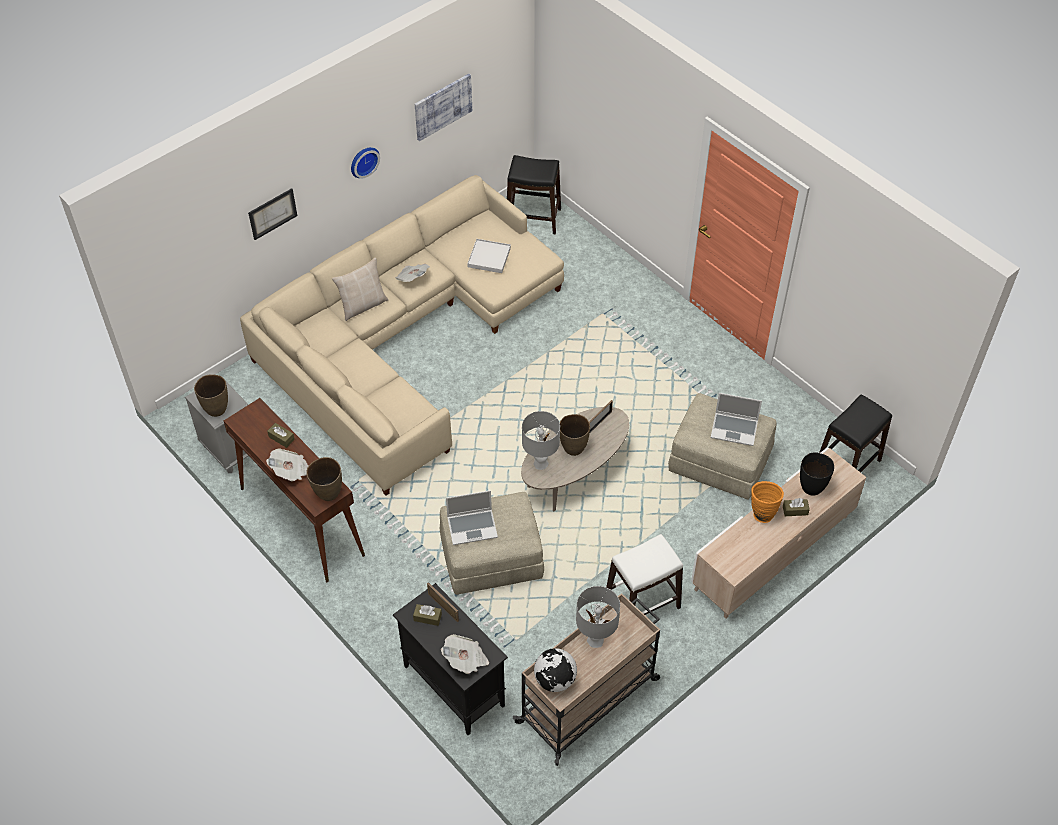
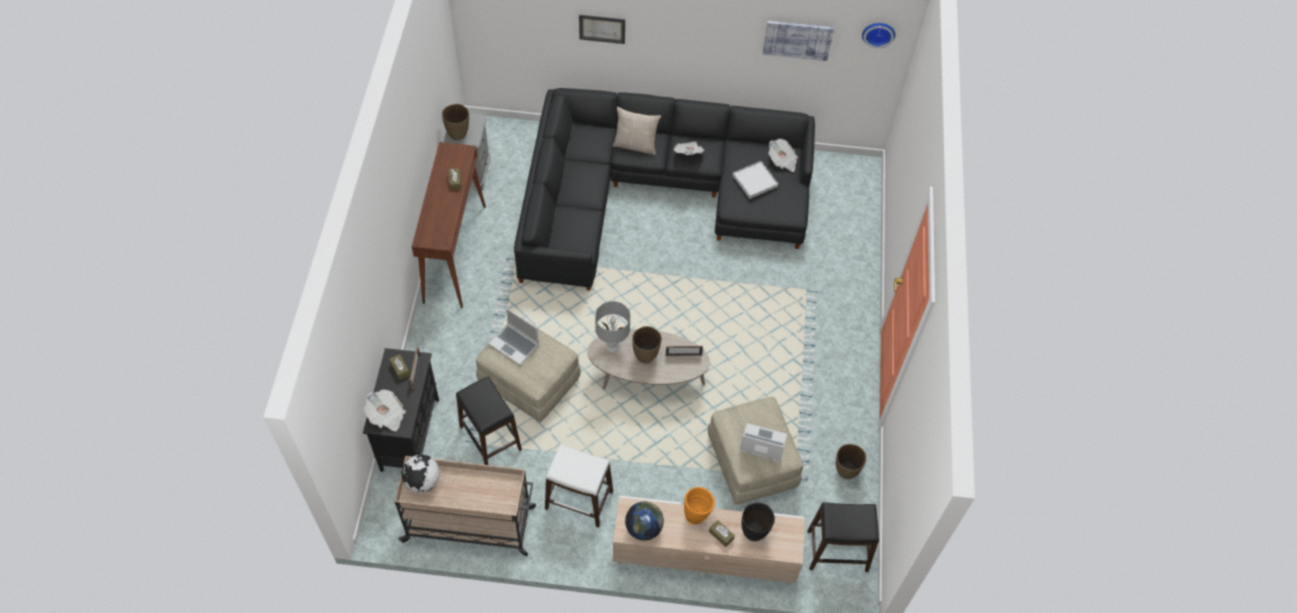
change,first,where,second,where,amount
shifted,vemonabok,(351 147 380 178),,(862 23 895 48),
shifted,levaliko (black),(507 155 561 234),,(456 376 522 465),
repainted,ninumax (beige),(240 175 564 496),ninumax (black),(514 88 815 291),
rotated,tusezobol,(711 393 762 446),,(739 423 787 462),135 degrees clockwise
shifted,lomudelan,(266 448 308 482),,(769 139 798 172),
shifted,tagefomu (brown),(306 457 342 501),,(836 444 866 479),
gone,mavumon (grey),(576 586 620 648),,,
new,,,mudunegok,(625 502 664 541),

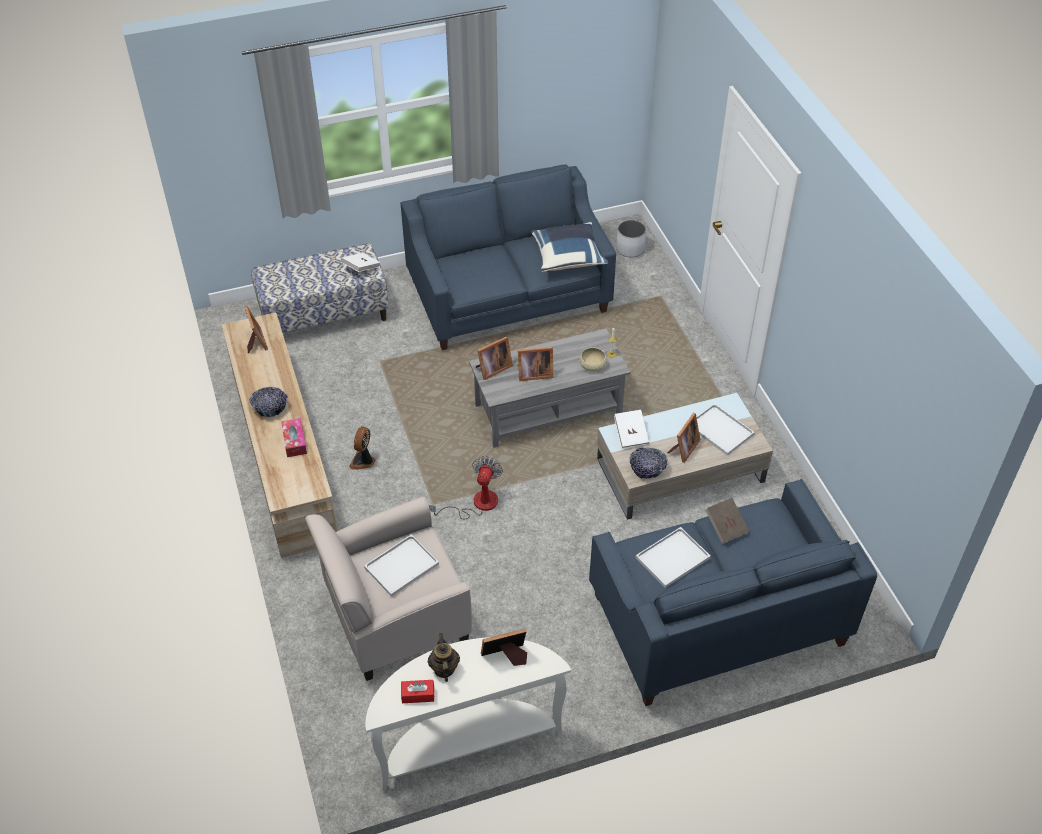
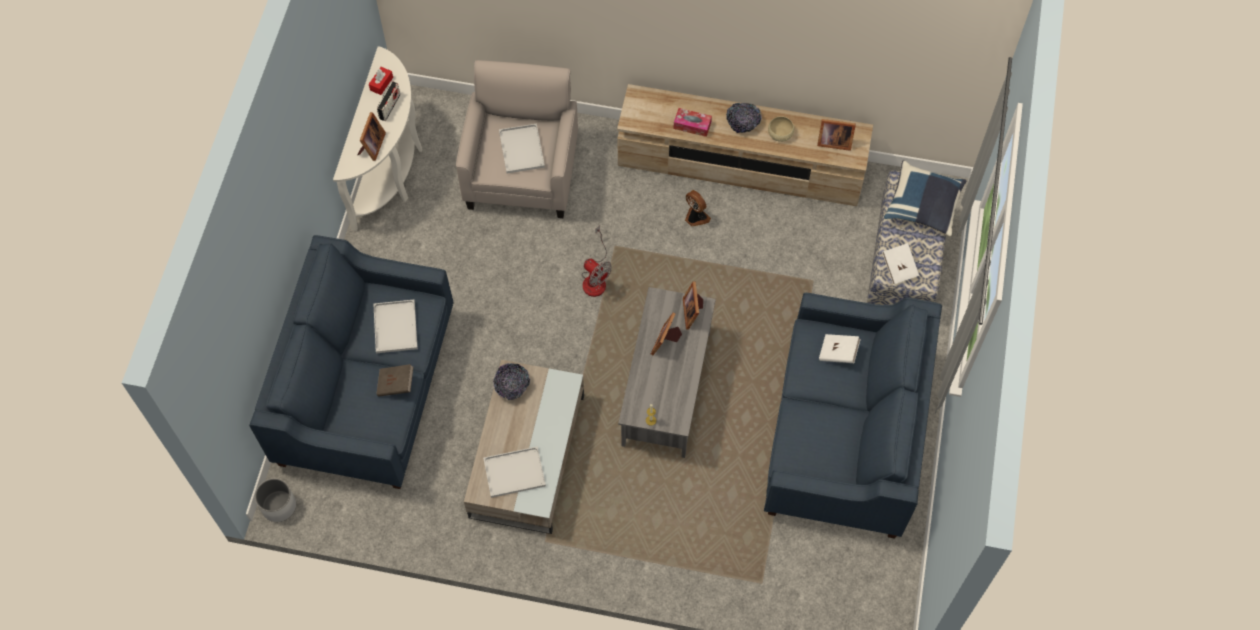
change,first,where,second,where,amount
shifted,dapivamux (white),(616 220 646 257),,(255 478 296 522),
shifted,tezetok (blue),(531 222 608 272),,(884 160 966 236),
shifted,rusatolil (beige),(580 347 607 372),,(768 116 794 142),
shifted,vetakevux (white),(614 410 649 448),,(819 334 861 363),
gone,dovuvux,(668 413 700 463),,,
swapped,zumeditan,(428 633 460 682),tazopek,(377 81 400 121),

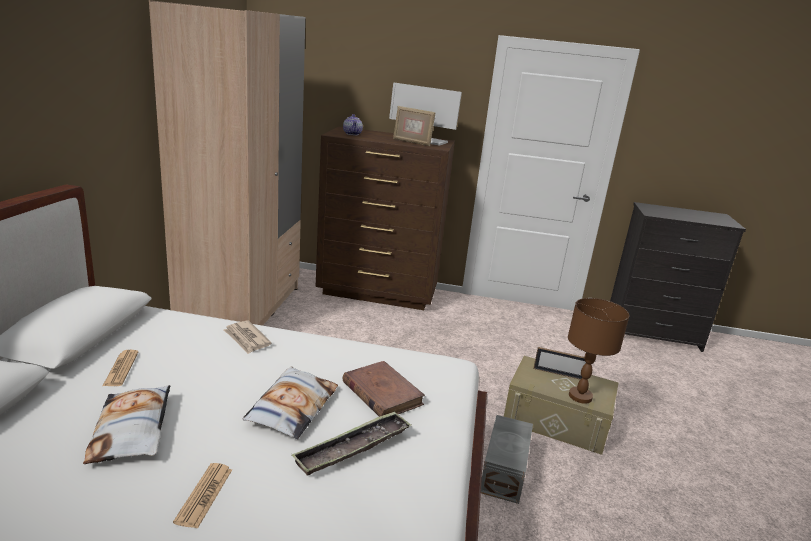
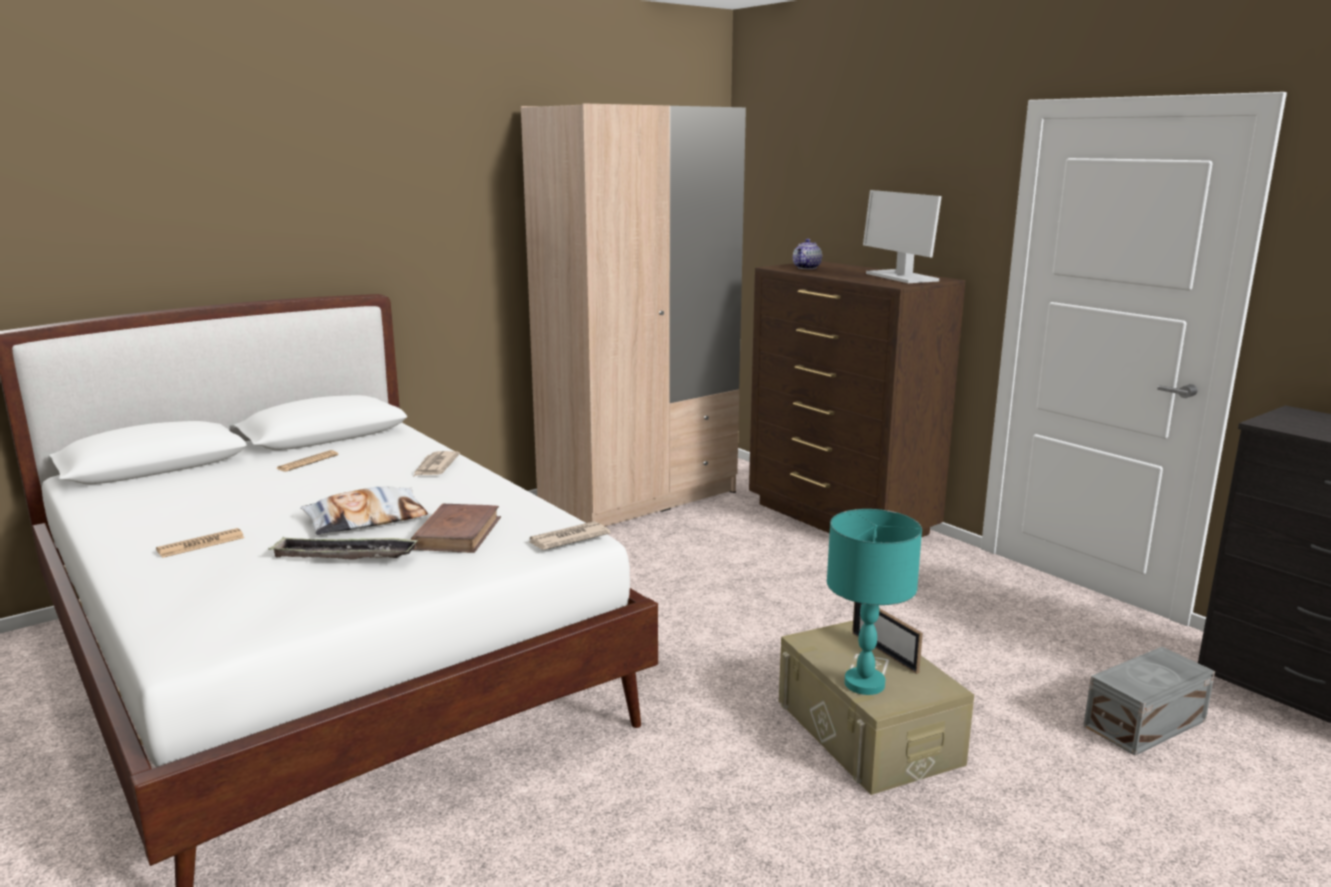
change,first,where,second,where,amount
gone,dovuvux,(393 106 435 146),,,
repainted,mavumon (brown),(568 298 630 404),mavumon (turquoise),(827 509 922 695),
gone,tezetok,(83 385 170 464),,,
shifted,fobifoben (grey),(481 415 533 504),,(1084 647 1215 756),
new,,,lomudelan,(529 521 611 550),

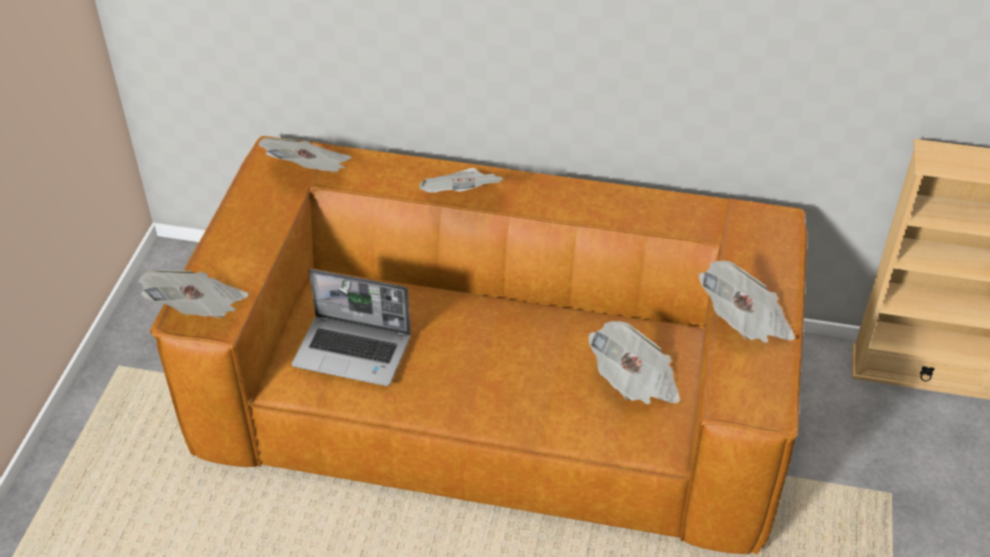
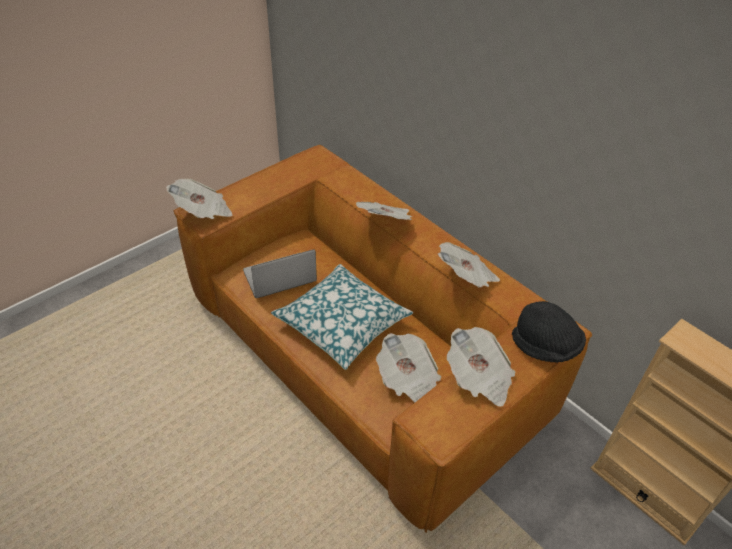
change,first,where,second,where,amount
shifted,lomudelan,(259 138 351 172),,(438 242 500 288),
rotated,tusezobol,(292 269 411 386),,(243 249 317 298),105 degrees clockwise
new,,,tezetok,(271 264 413 370),
new,,,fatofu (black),(512 301 586 363),

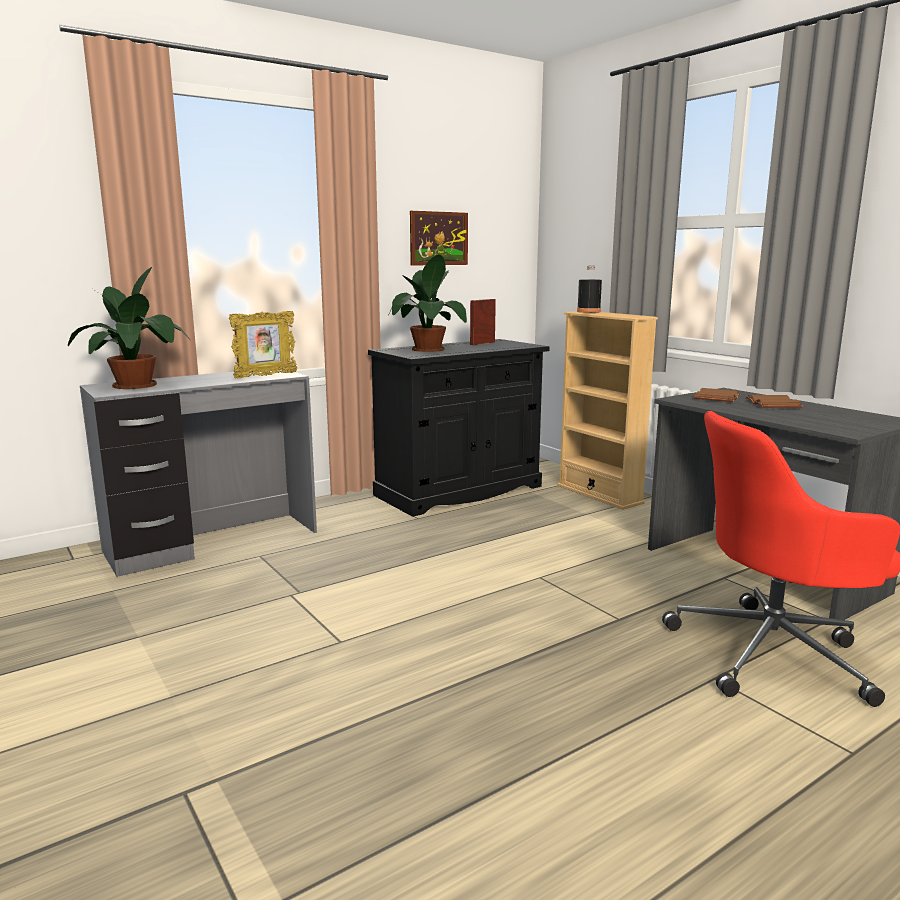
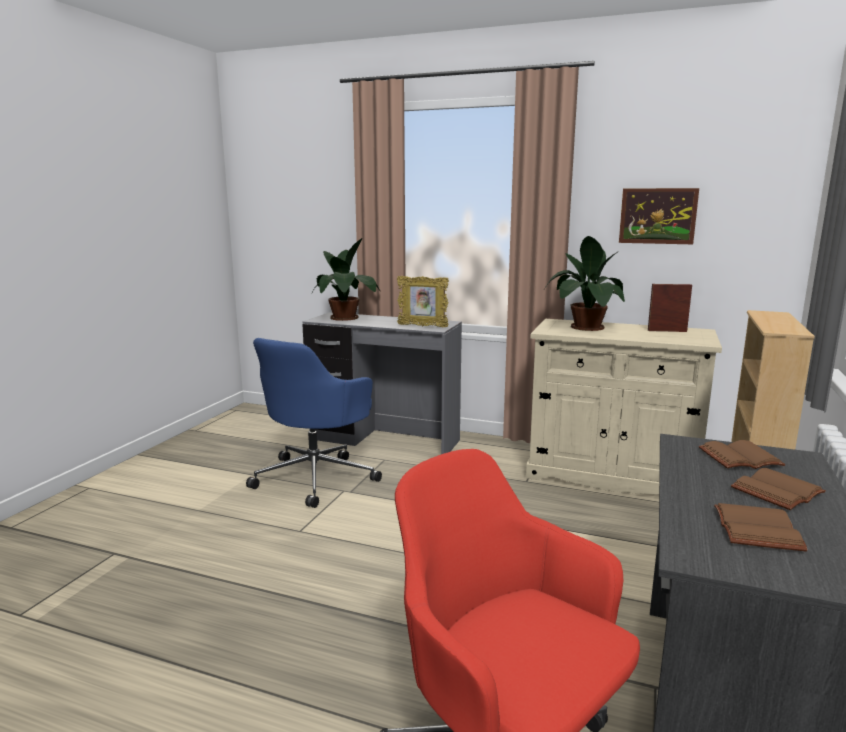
change,first,where,second,where,amount
gone,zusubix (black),(577 266 602 313),,,
repainted,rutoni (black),(368 339 550 517),rutoni (beige),(526 319 722 494),
new,,,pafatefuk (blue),(246 338 382 508),
new,,,vetakevux (brown),(714 503 808 552),

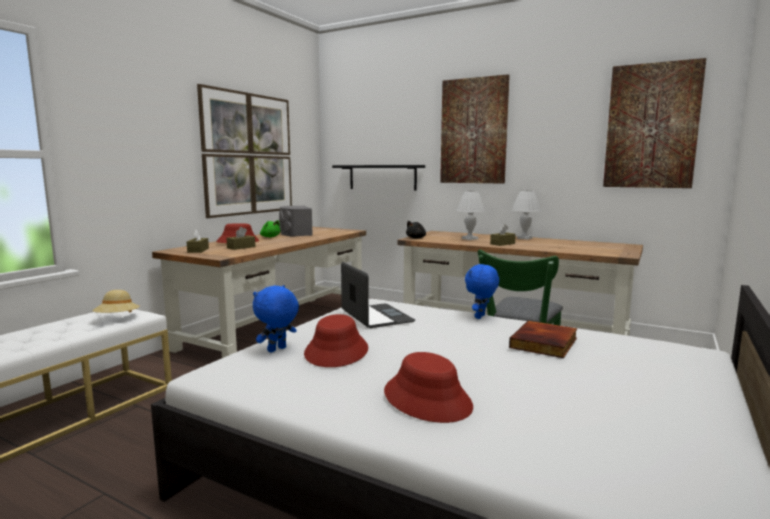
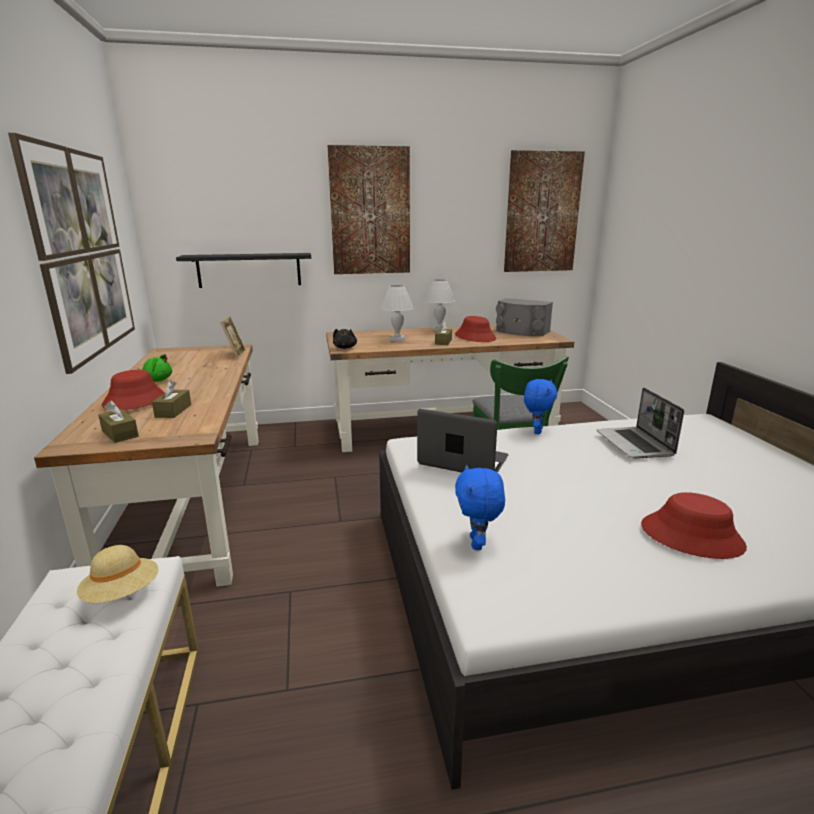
change,first,where,second,where,amount
shifted,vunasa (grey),(279 206 313 237),,(496 298 553 336),
rotated,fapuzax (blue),(465 264 499 319),,(524 379 557 434),150 degrees counterclockwise
shifted,fatofu (red),(304 314 368 367),,(455 316 496 342),
swapped,vetakevux,(509 321 577 358),tusezobol,(597 388 684 459),
new,,,dovuvux,(220 316 246 359),

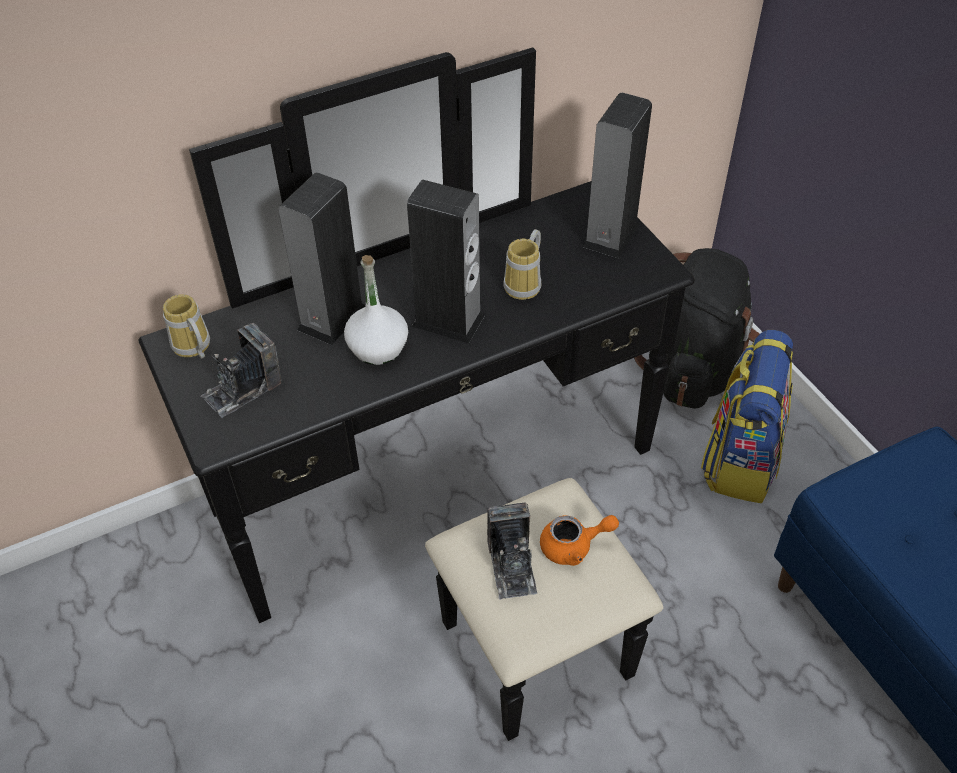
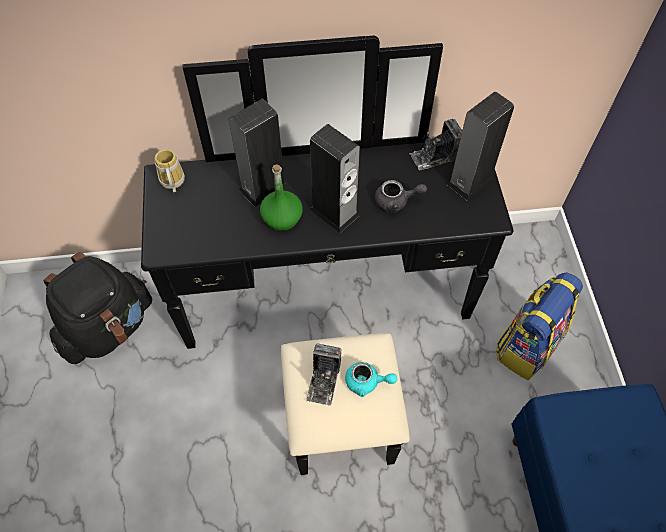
change,first,where,second,where,amount
swapped,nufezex,(503 229 541 300),zumeditan (grey),(375 180 427 213),
shifted,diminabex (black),(634 248 760 409),,(43 251 152 364),
repainted,zusubix (white),(344 255 408 365),zusubix (green),(260 164 303 231),
shifted,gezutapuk,(201 323 282 418),,(410 119 462 171),
repainted,zumeditan (orange),(540 515 619 566),zumeditan (turquoise),(345 362 397 397),

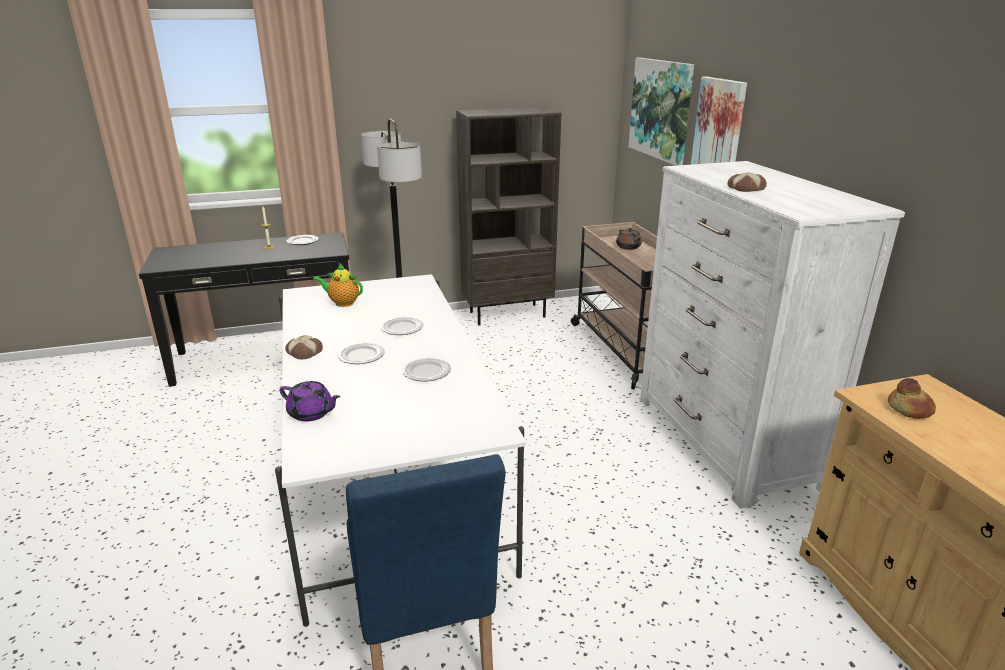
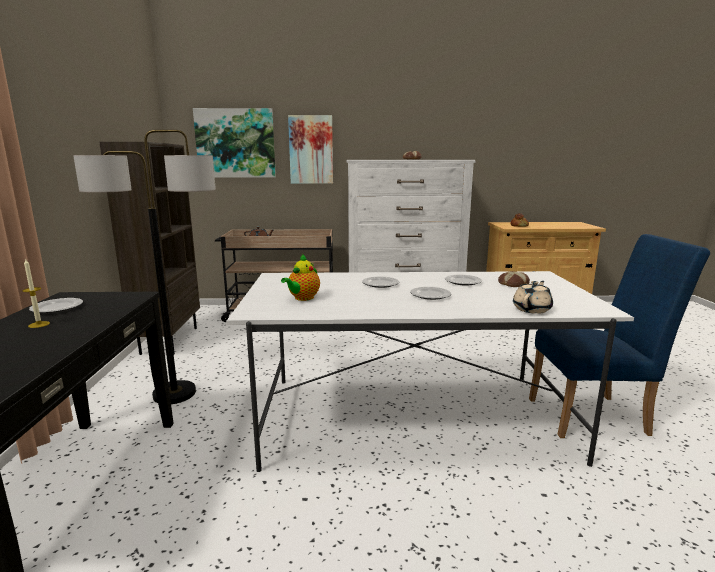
change,first,where,second,where,amount
shifted,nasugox,(285 335 323 359),,(498 271 530 287),
repainted,zumeditan (purple),(279 381 341 421),zumeditan (beige),(513 281 553 314),

